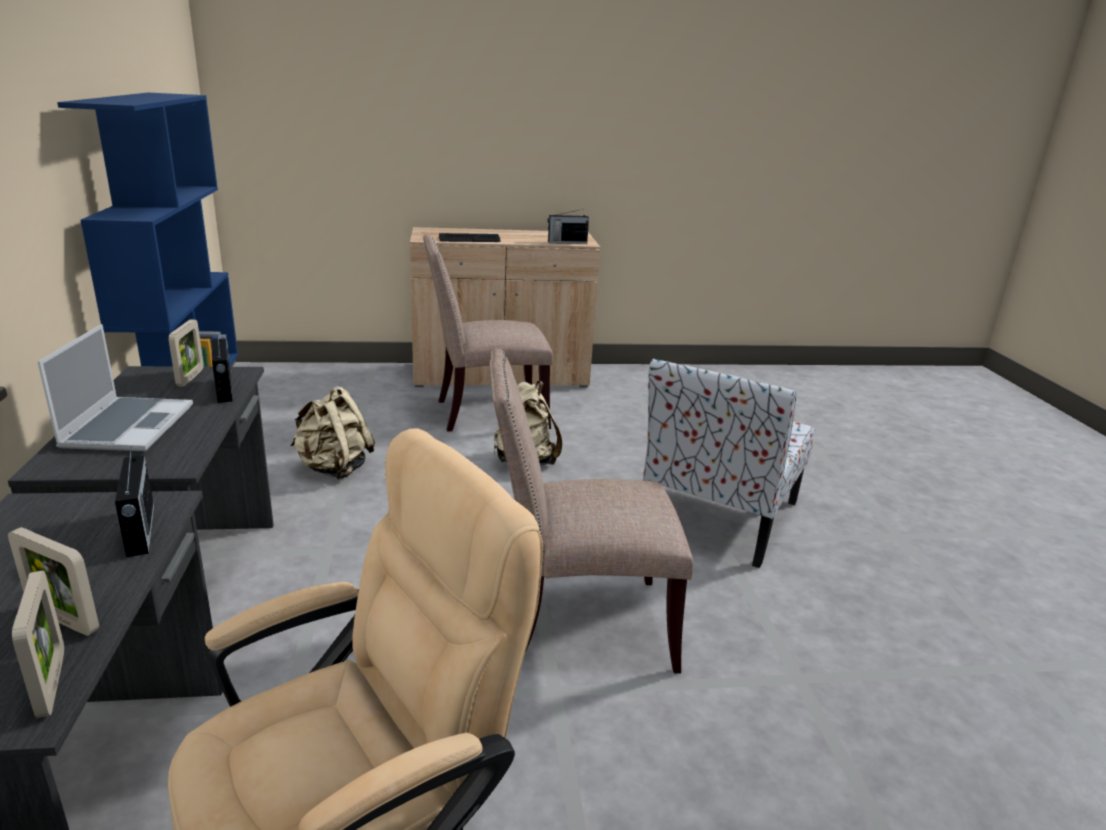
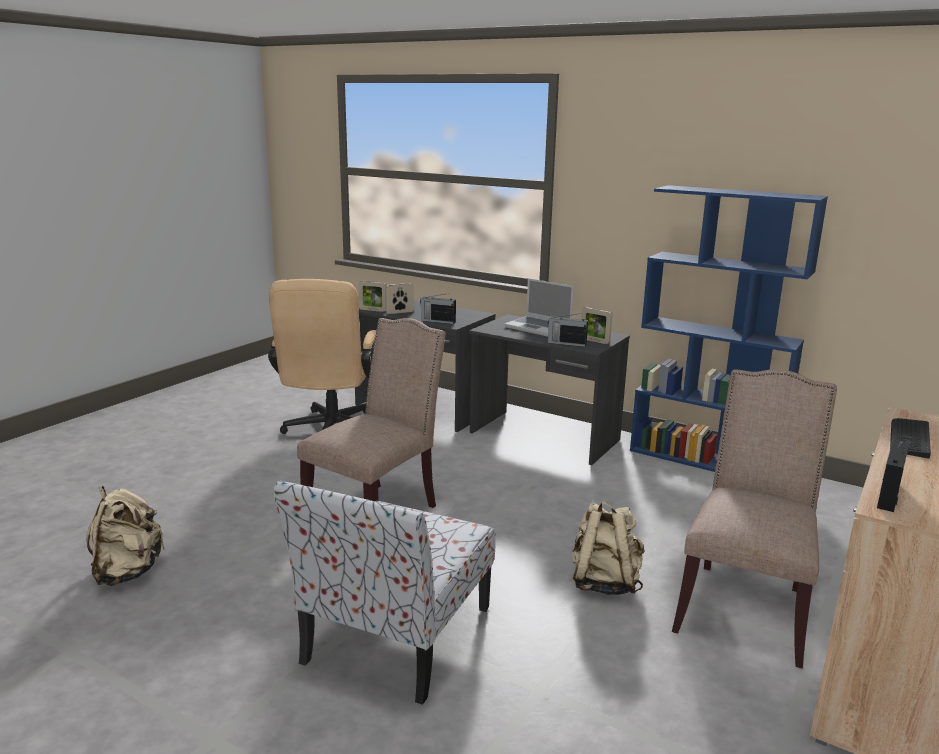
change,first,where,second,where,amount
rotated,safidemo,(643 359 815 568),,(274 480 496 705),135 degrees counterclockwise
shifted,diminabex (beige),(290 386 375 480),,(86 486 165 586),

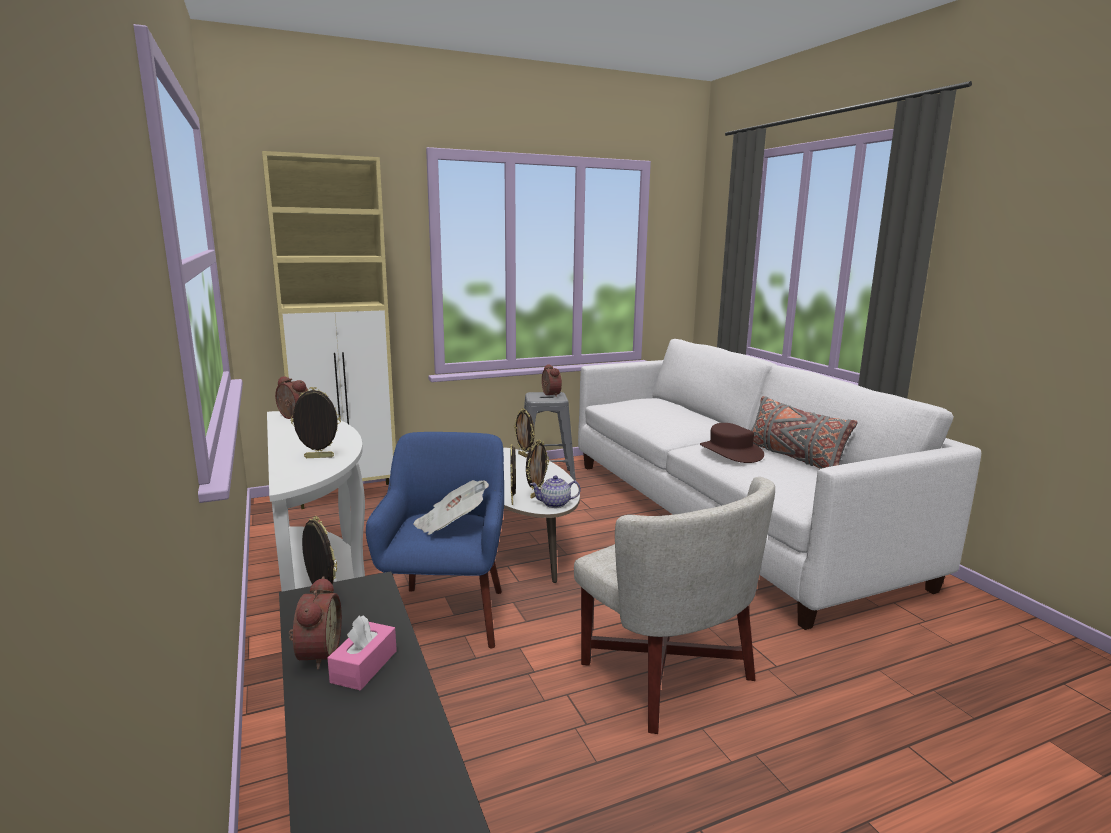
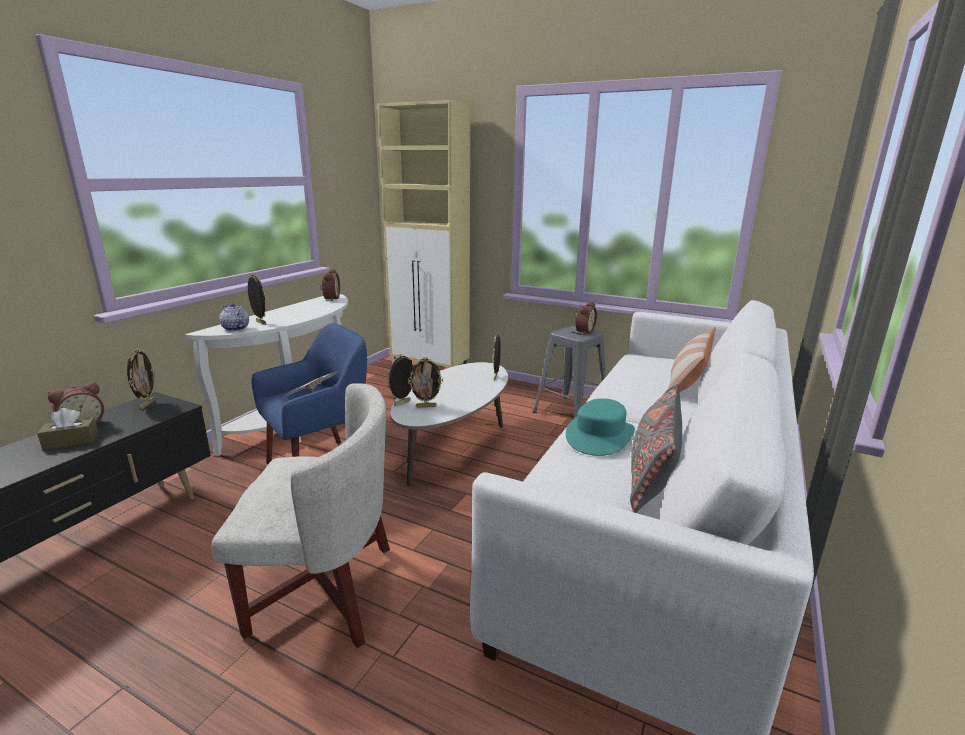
change,first,where,second,where,amount
repainted,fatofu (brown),(700 423 764 463),fatofu (turquoise),(566 398 635 456),
shifted,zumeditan,(530 475 581 508),,(219 303 249 331),
rotated,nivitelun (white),(574 477 775 734),,(211 383 390 648),105 degrees counterclockwise
repainted,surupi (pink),(327 615 397 691),surupi (brown),(37 408 98 450),
new,,,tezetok,(669 326 716 392),

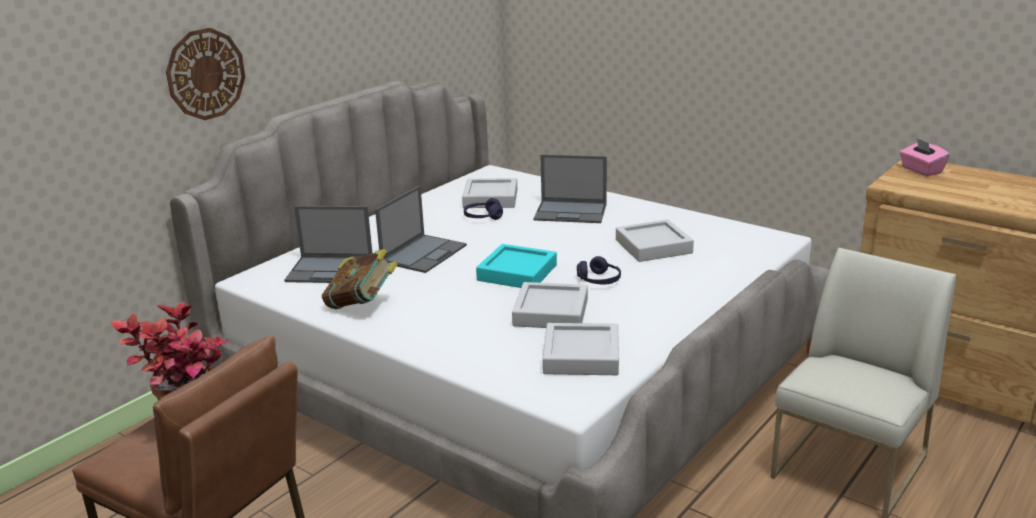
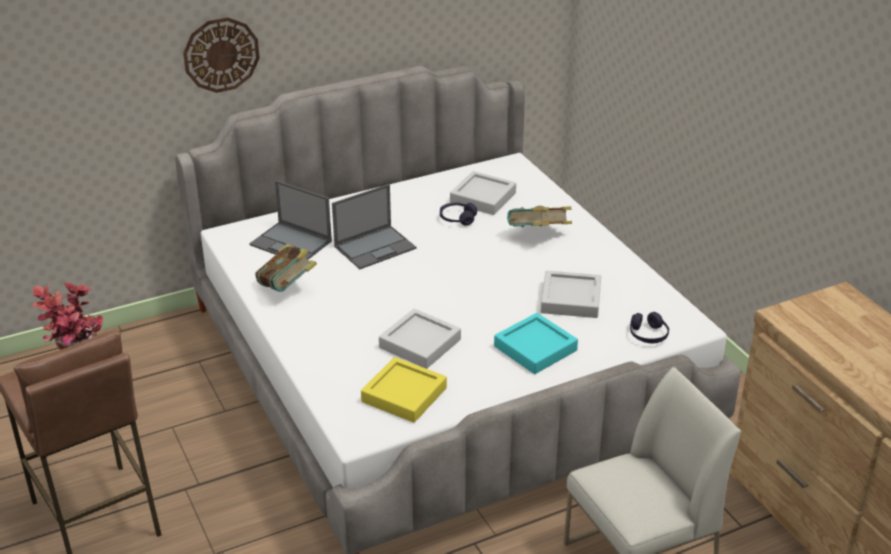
change,first,where,second,where,amount
gone,surupi (pink),(900 138 950 176),,,
swapped,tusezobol,(534 154 607 223),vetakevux,(507 206 572 227),
shifted,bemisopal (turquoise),(476 244 557 288),,(494 313 578 374),
shifted,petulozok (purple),(577 256 621 284),,(630 312 669 343),
repainted,bemisopal (grey),(543 323 619 375),bemisopal (yellow),(361 357 447 423),

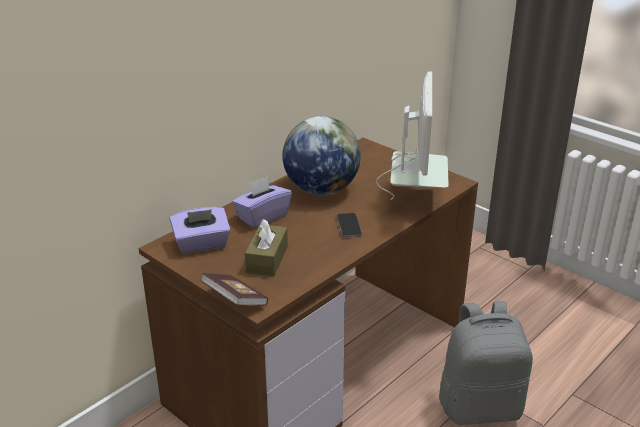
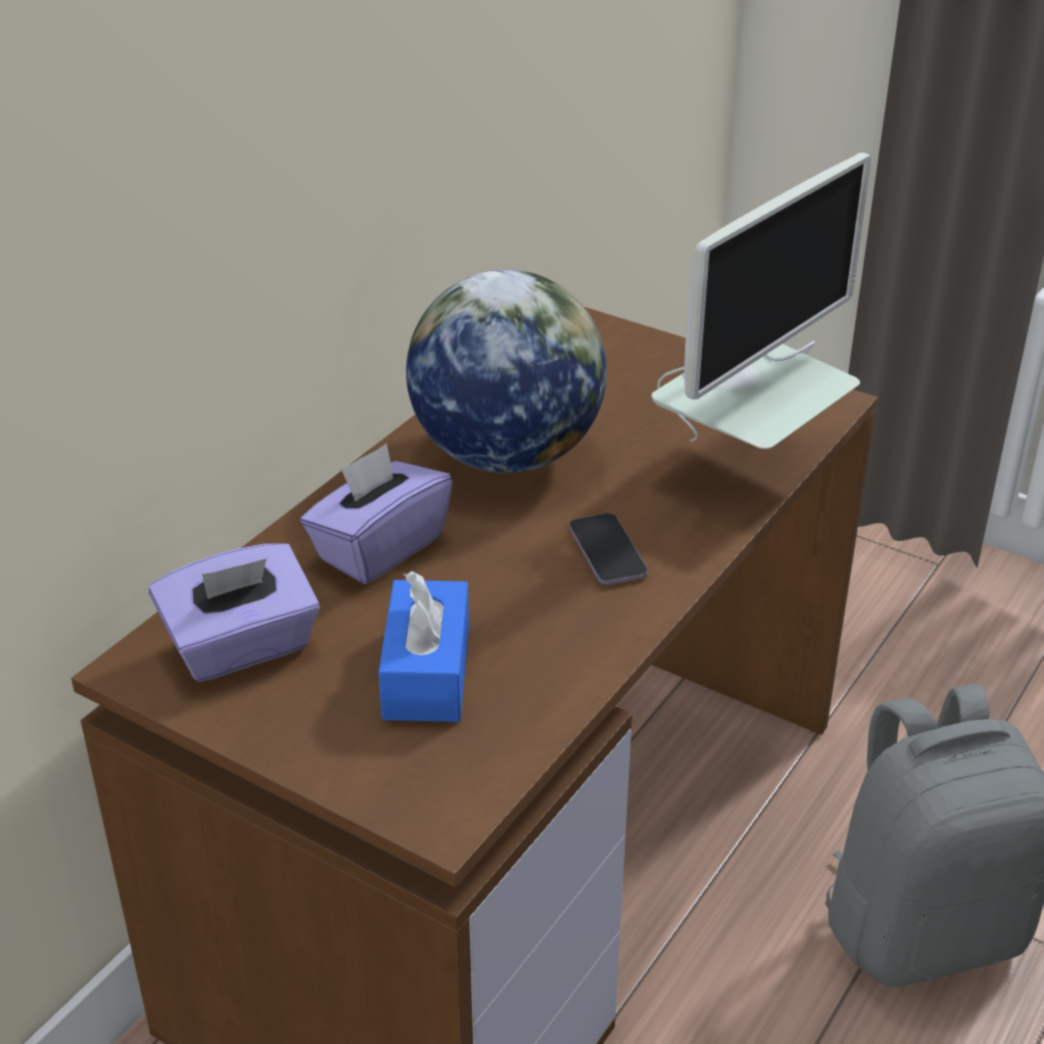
change,first,where,second,where,amount
rotated,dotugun,(376 71 449 200),,(651 153 871 449),45 degrees clockwise
repainted,surupi (brown),(245 219 288 276),surupi (blue),(379 571 469 722),
gone,vetakevux,(200 273 268 306),,,

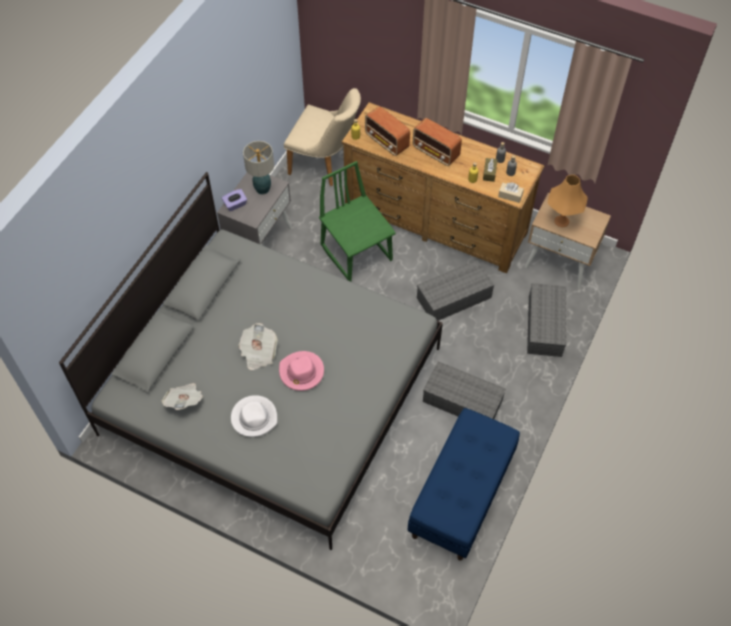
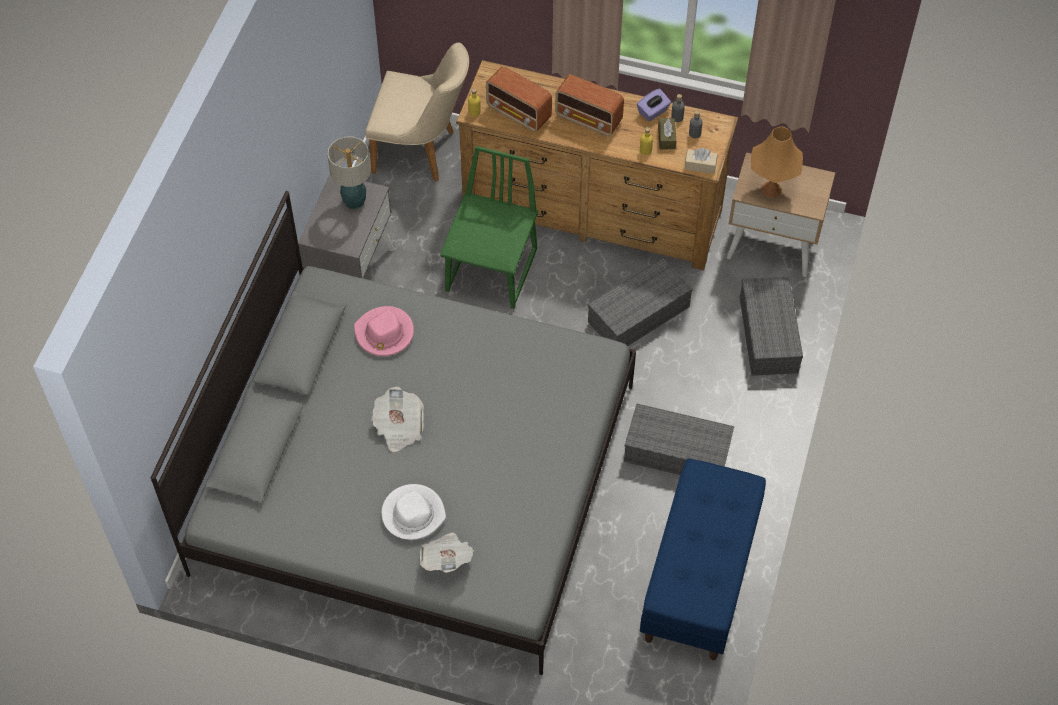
change,first,where,second,where,amount
rotated,safidemo (green),(319 161 396 282),,(440 146 538 309),60 degrees clockwise
shifted,surupi (purple),(222 189 247 211),,(637 89 671 121),
shifted,fatofu (pink),(279 351 324 391),,(354 306 414 356),
shifted,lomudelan,(162 383 203 410),,(419 533 474 573),

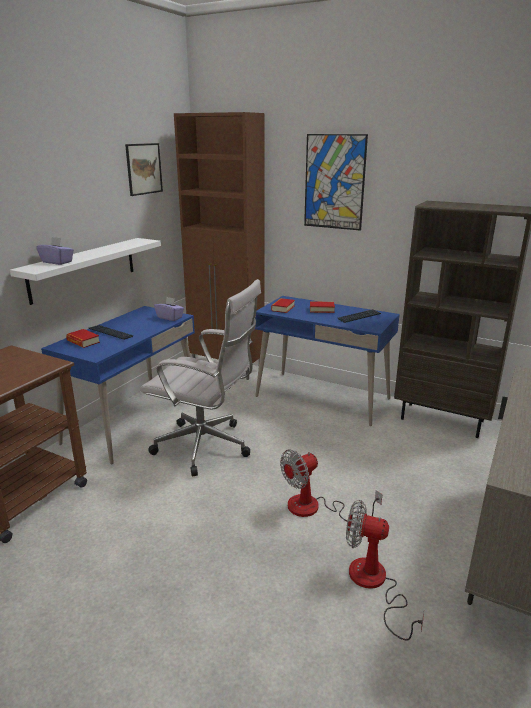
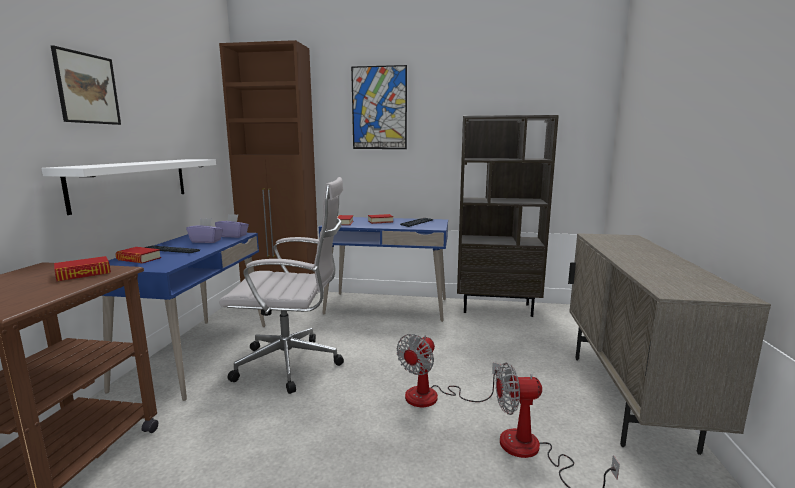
change,first,where,second,where,amount
shifted,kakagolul,(125 143 163 196),,(51 45 121 125),
shifted,surupi (purple),(36 237 74 265),,(186 218 223 243),
new,,,vetakevux,(54 256 111 281),

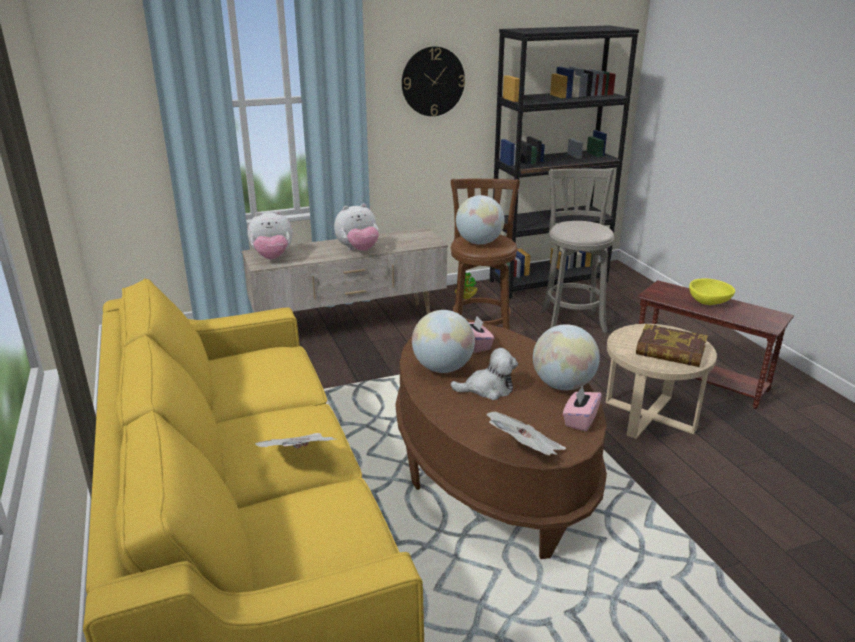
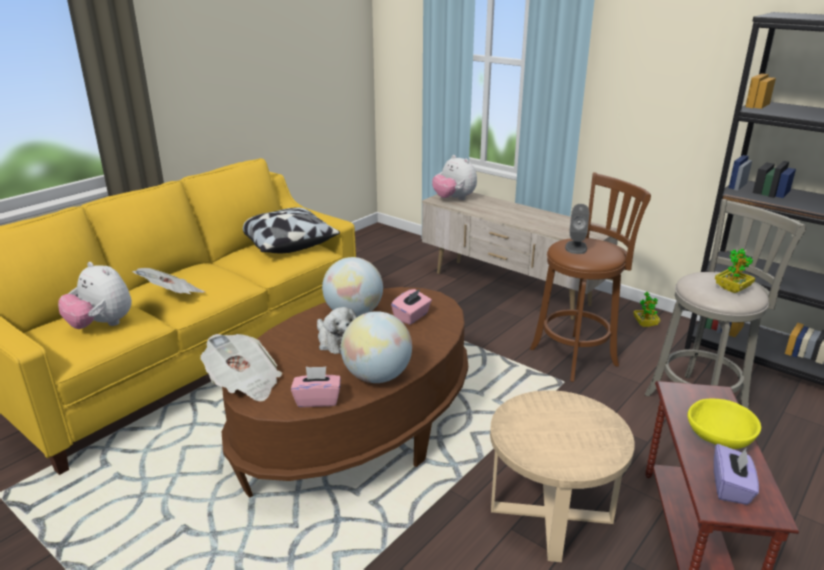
change,first,where,second,where,amount
gone,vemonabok,(402 46 465 116),,,
swapped,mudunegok,(456 195 505 245),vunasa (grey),(565 204 589 254),
shifted,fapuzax,(334 203 379 251),,(58 262 132 329),
gone,vetakevux,(636 324 708 367),,,
new,,,tezetok,(243 207 340 253),
new,,,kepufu,(715 249 755 293),
new,,,surupi (purple),(714 444 759 505),

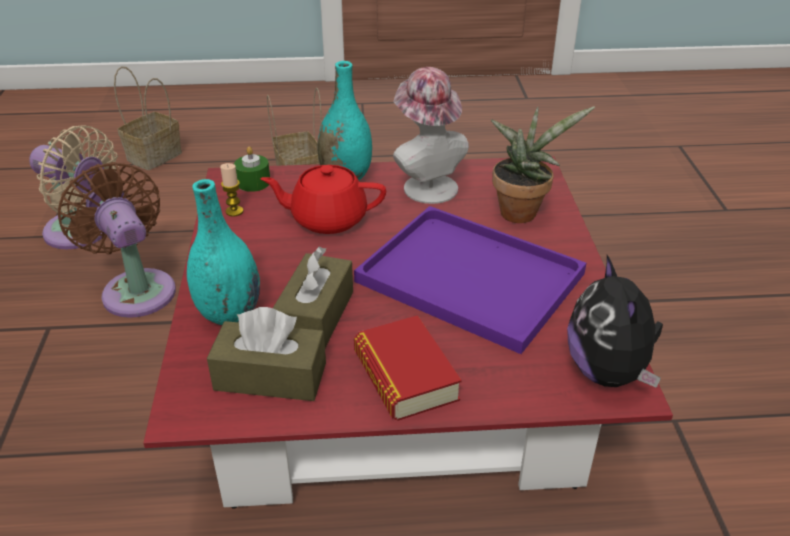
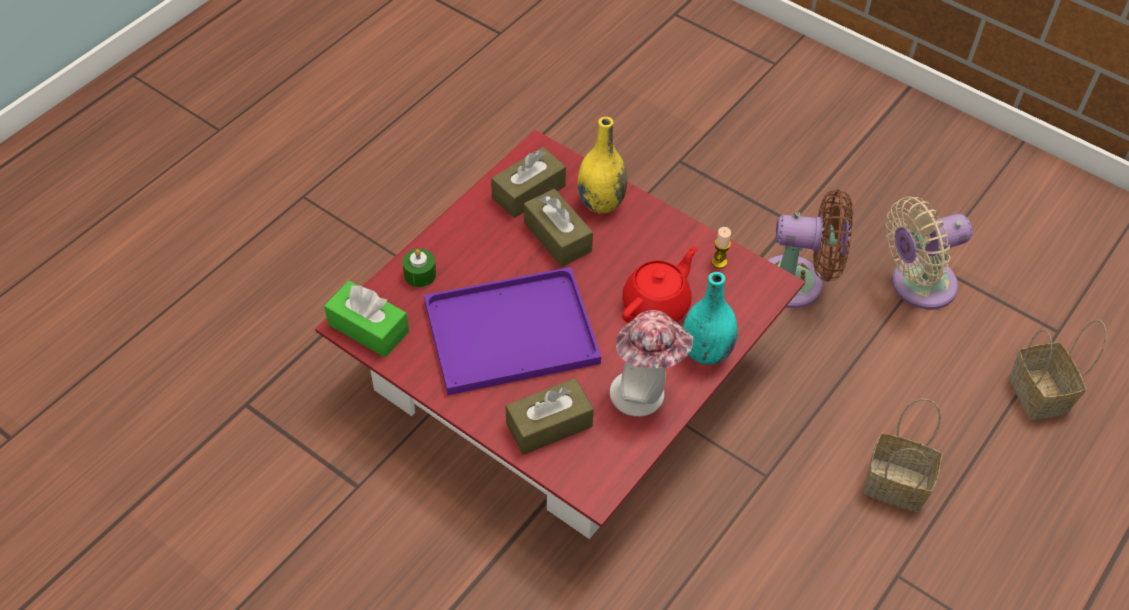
change,first,where,second,where,amount
swapped,kepufu,(491 106 595 223),surupi (brown),(506 378 594 455),
shifted,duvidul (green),(234 147 270 192),,(402 249 436 287),
repainted,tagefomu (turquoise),(187 179 260 325),tagefomu (yellow),(577 117 627 214),
swapped,fapuzax,(567 255 663 388),surupi (green),(324 281 409 358),
gone,vetakevux,(354 315 462 421),,,

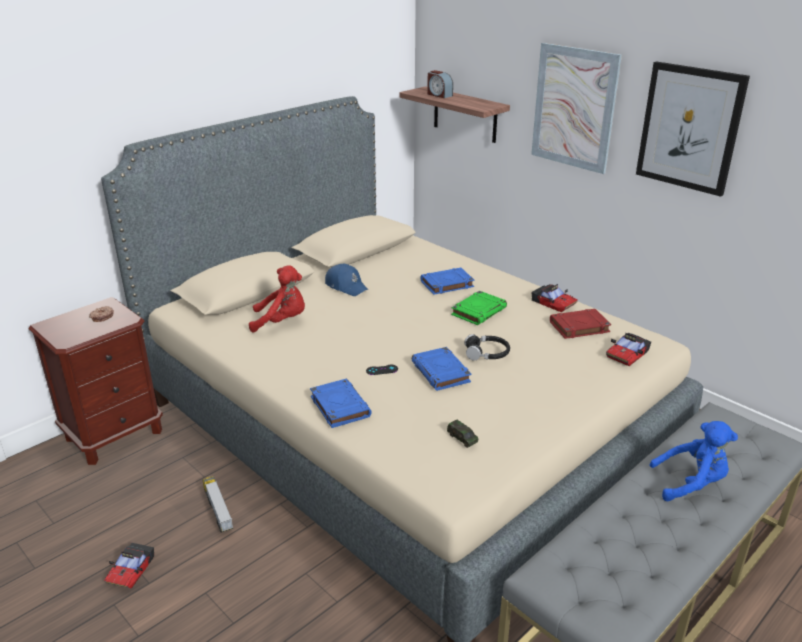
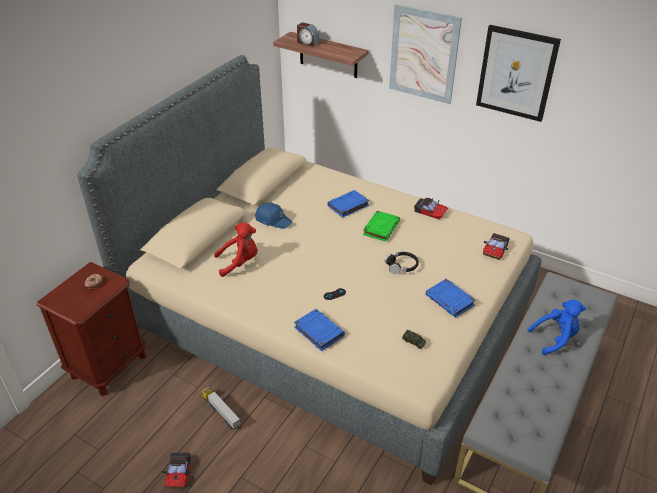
change,first,where,second,where,amount
gone,vetakevux (red),(550 309 611 339),,,
shifted,vetakevux (blue),(412 347 471 391),,(426 279 476 318),

